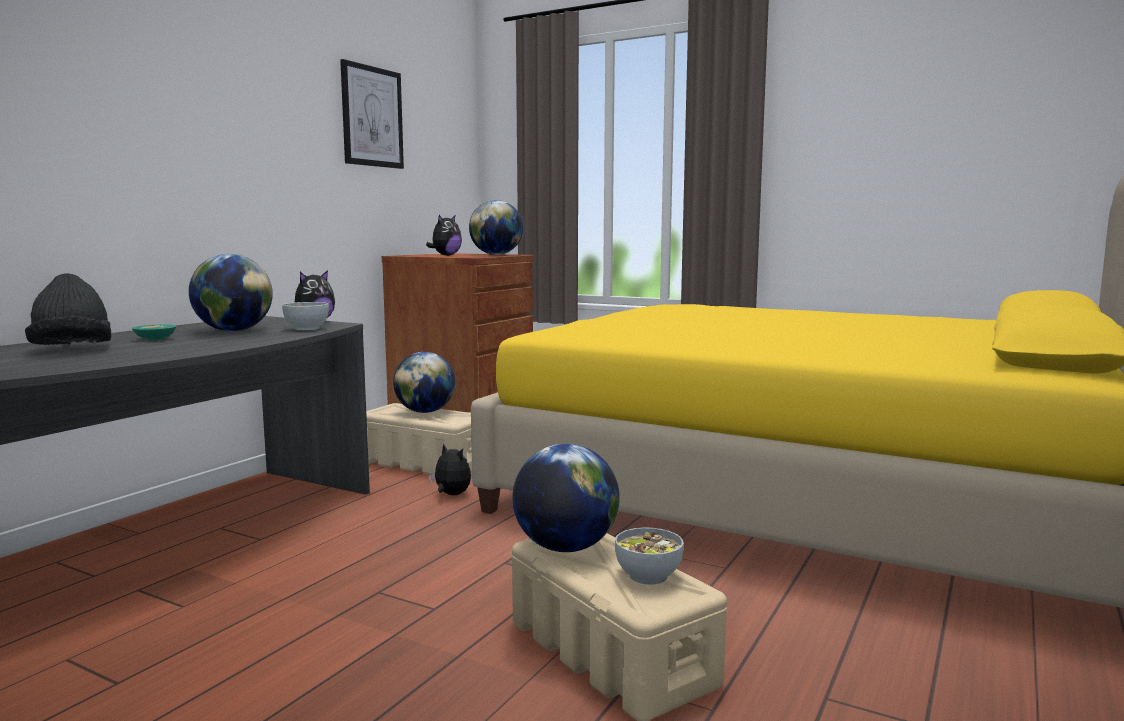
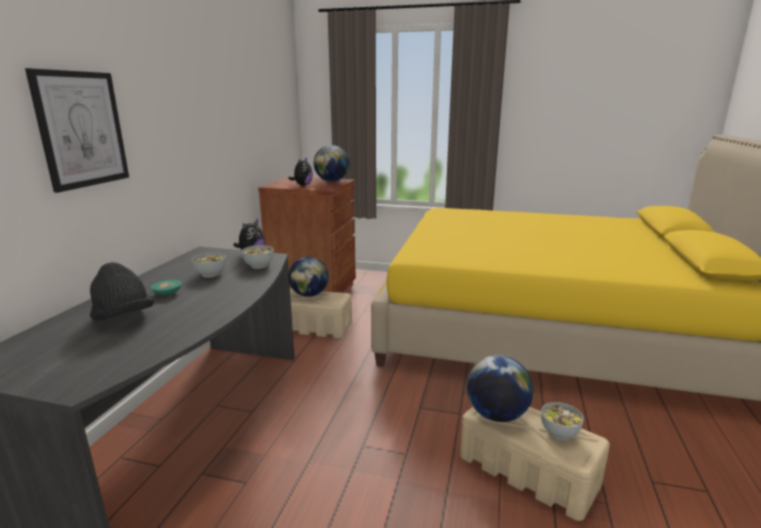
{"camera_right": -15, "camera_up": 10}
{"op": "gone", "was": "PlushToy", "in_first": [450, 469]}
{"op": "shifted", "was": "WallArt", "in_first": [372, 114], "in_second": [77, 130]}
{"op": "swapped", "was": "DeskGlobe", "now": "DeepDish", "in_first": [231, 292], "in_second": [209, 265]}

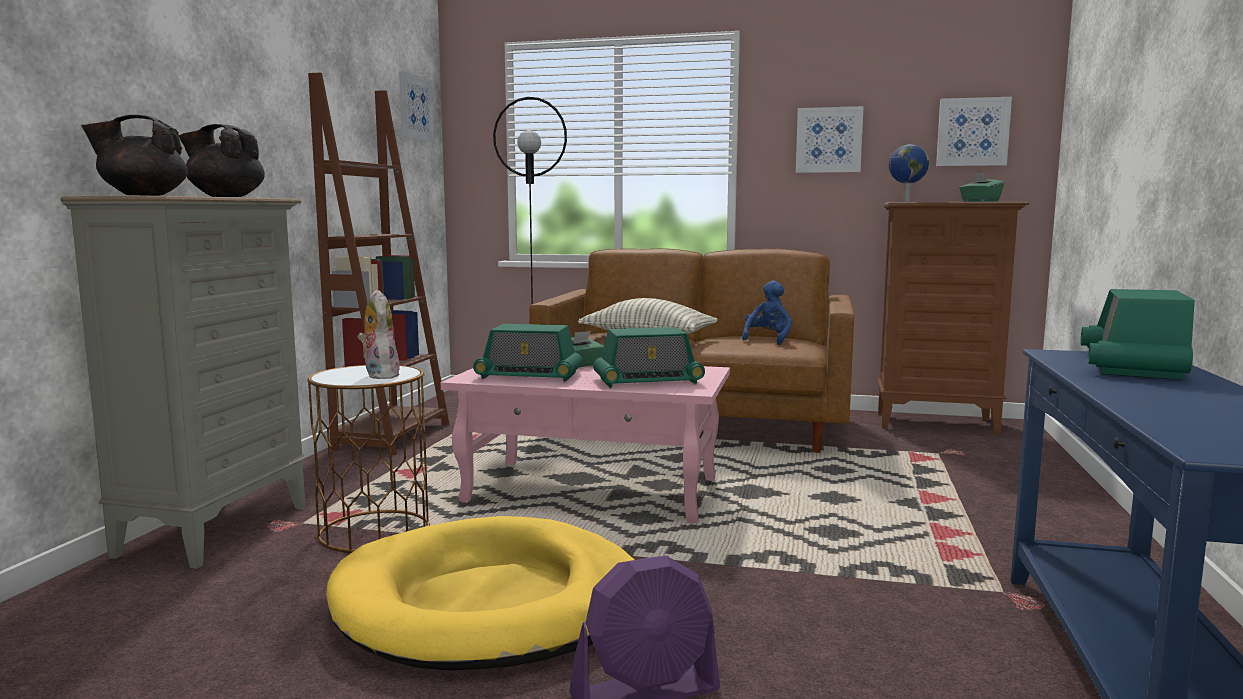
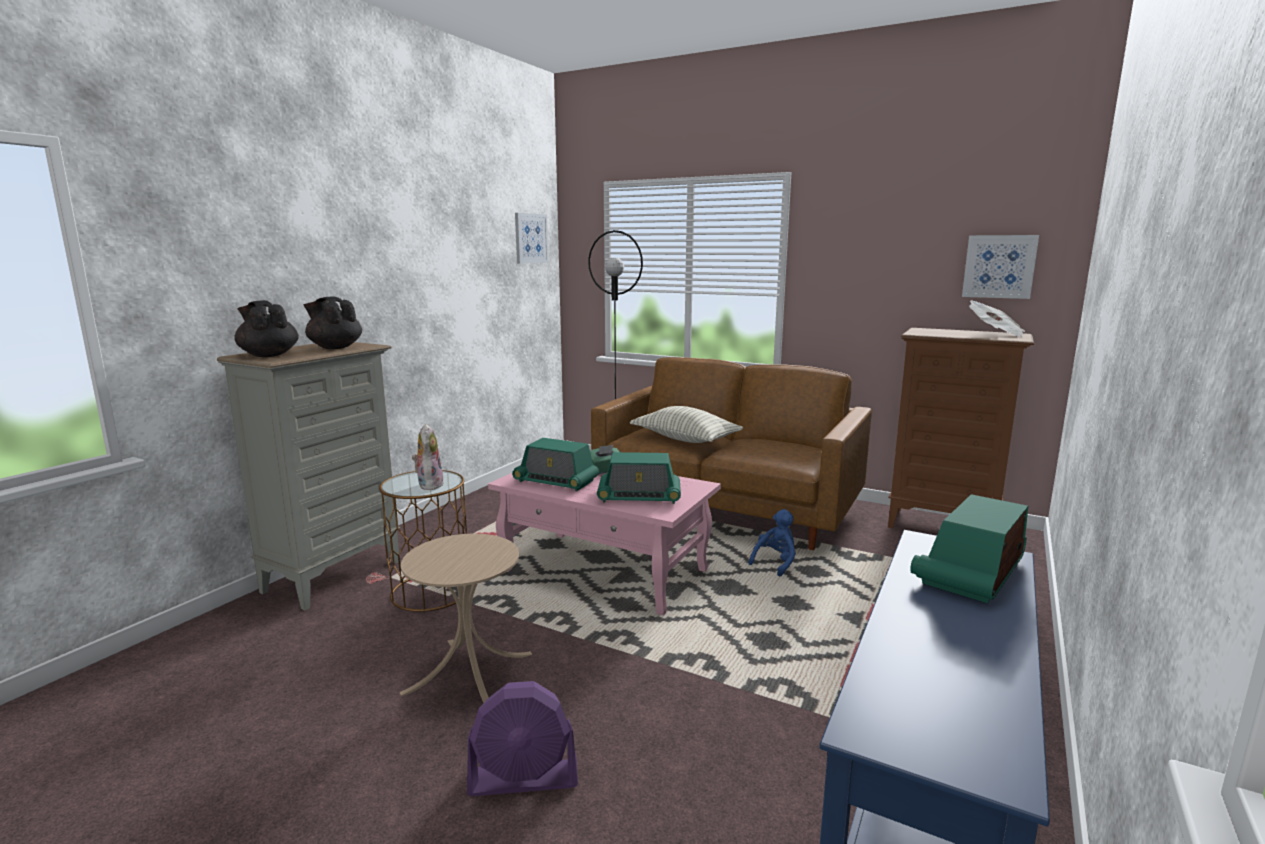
{"camera_right": 15, "camera_up": 5}
{"op": "gone", "was": "BrownShelvingUnit", "in_first": [379, 264]}
{"op": "gone", "was": "WallArt", "in_first": [830, 139]}
{"op": "gone", "was": "DeskGlobe", "in_first": [909, 173]}
{"op": "shifted", "was": "BluePlushToy", "in_first": [767, 312], "in_second": [772, 542]}
{"op": "swapped", "was": "YellowishDogCushion", "now": "SandColouredEndTable", "in_first": [480, 593], "in_second": [466, 618]}
{"op": "swapped", "was": "GreenColouredTissueBox", "now": "Newspaper", "in_first": [981, 187], "in_second": [997, 318]}
{"op": "rotated", "was": "BlackishTeapot", "in_first": [135, 155], "in_second": [266, 328], "clockwise": 45}

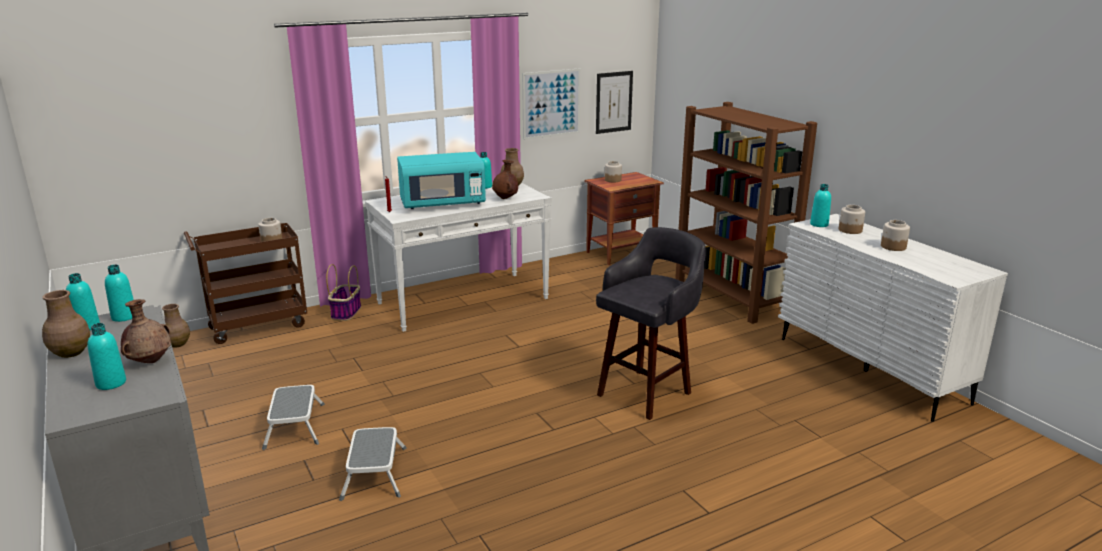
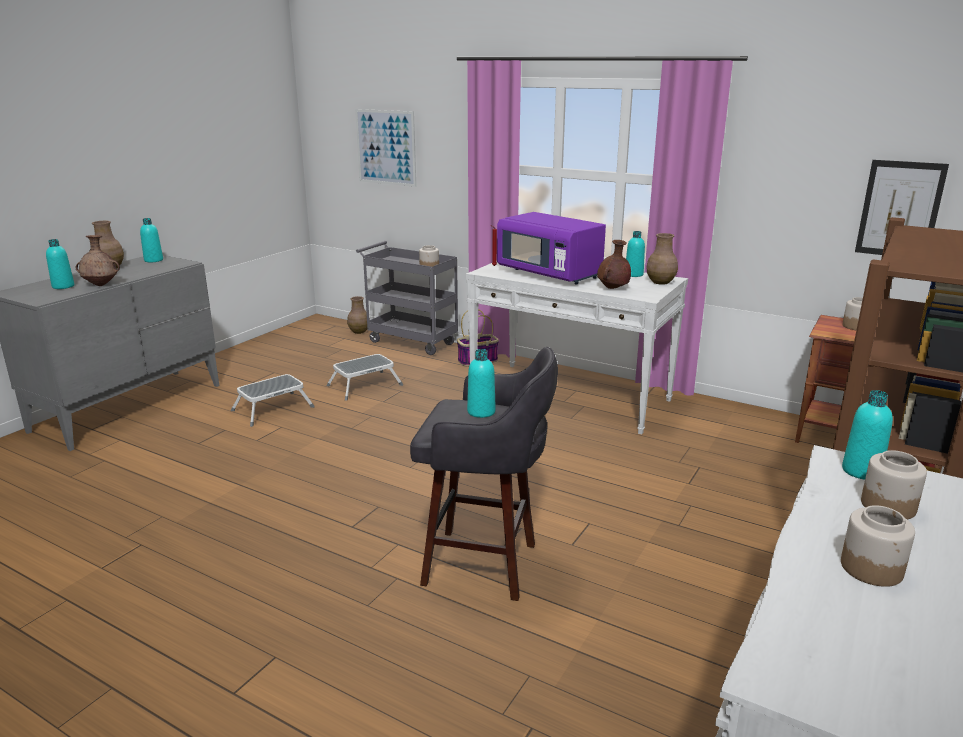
{"camera_right": 60, "camera_up": 0}
{"op": "shifted", "was": "BlueGreenDrinkBottle", "in_first": [119, 293], "in_second": [481, 383]}
{"op": "shifted", "was": "GreyishStepladder", "in_first": [373, 464], "in_second": [364, 377]}
{"op": "shifted", "was": "WallArt", "in_first": [551, 104], "in_second": [385, 148]}
{"op": "repainted", "was": "BrownTrolley", "now": "GreyishTrolley", "in_first": [245, 283], "in_second": [407, 298]}
{"op": "repainted", "was": "BlueGreenKitchenMicrowave", "now": "PurpleColouredKitchenMicrowave", "in_first": [441, 180], "in_second": [551, 248]}

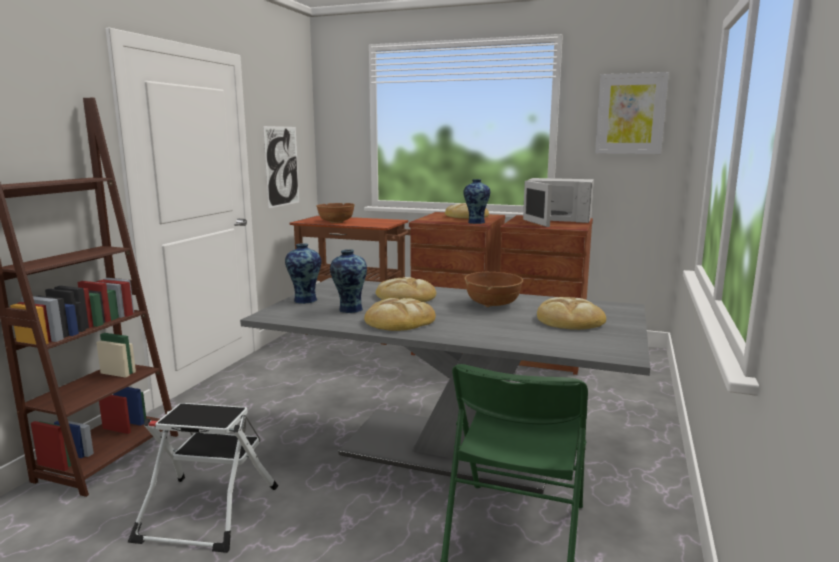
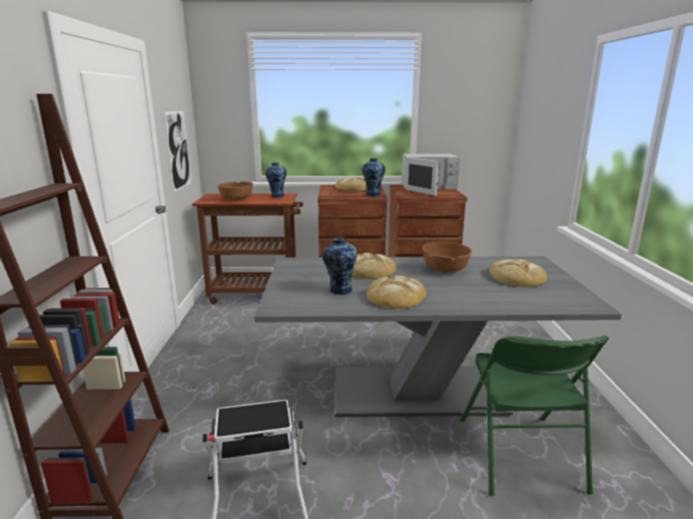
{"camera_right": -20, "camera_up": 5}
{"op": "gone", "was": "WallArt", "in_first": [632, 113]}
{"op": "shifted", "was": "Vase", "in_first": [303, 273], "in_second": [276, 180]}

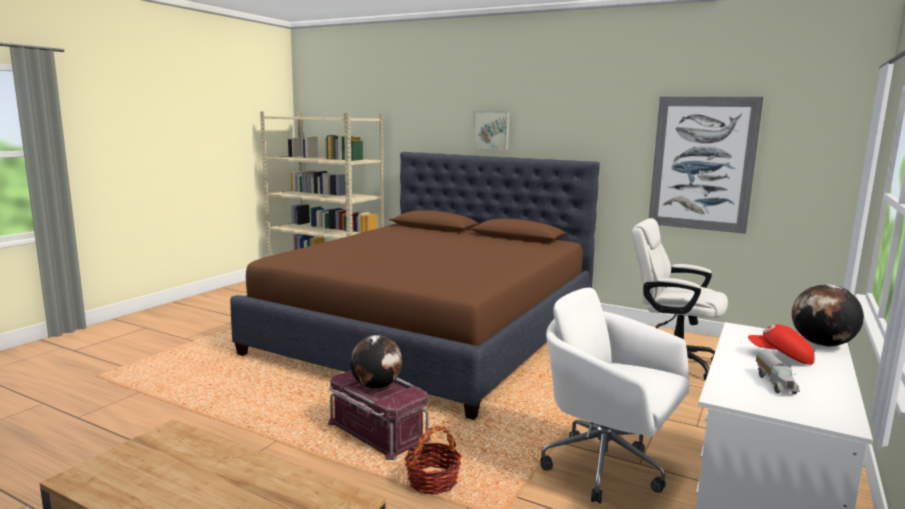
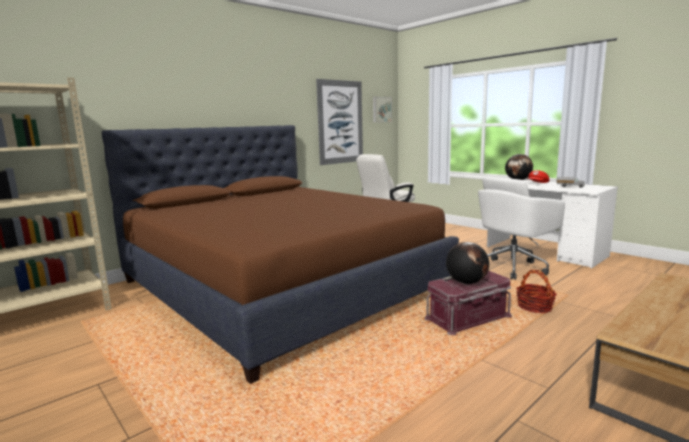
{"camera_right": -70, "camera_up": 0}
{"op": "shifted", "was": "WallArt", "in_first": [491, 130], "in_second": [382, 109]}

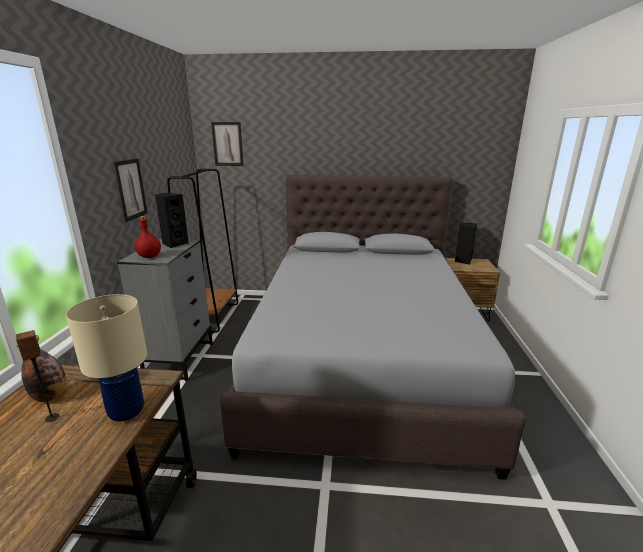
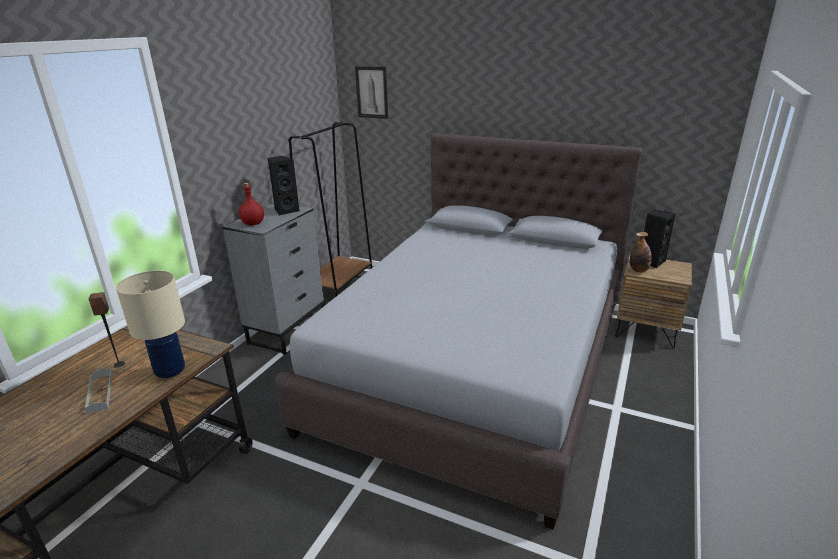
{"camera_right": 20, "camera_up": 5}
{"op": "gone", "was": "WallArt", "in_first": [131, 190]}
{"op": "new", "now": "GreyishTray", "in_second": [98, 391]}
{"op": "shifted", "was": "DrinkBottle", "in_first": [41, 368], "in_second": [641, 252]}

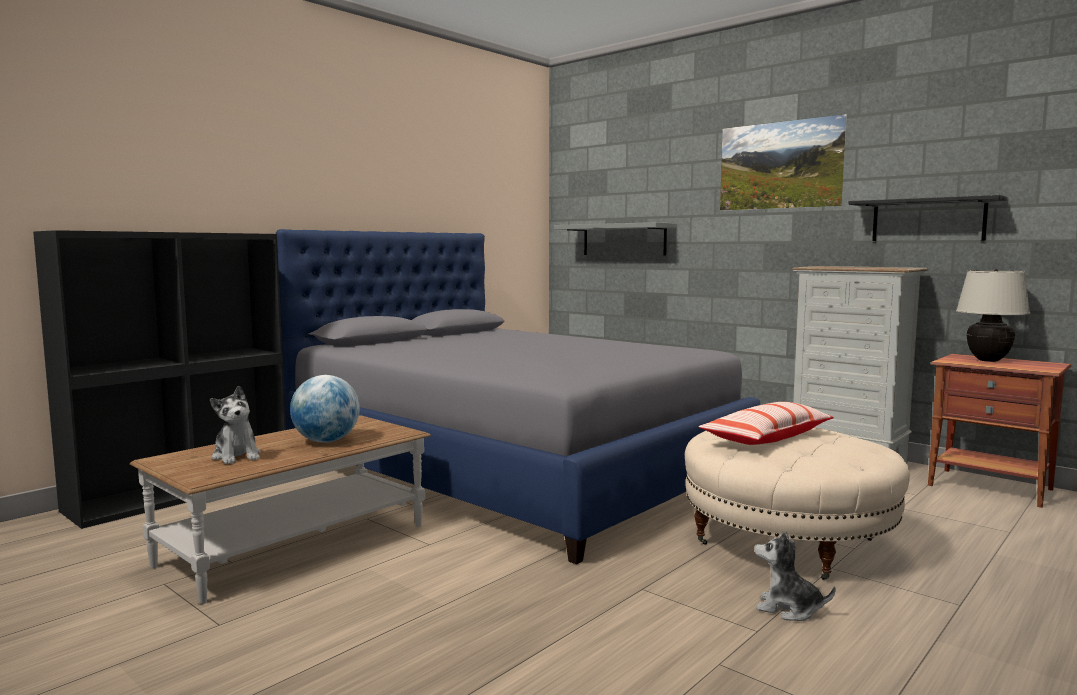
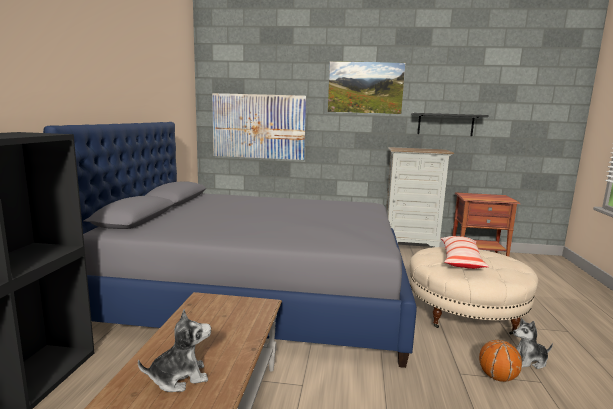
{"camera_right": -35, "camera_up": 5}
{"op": "gone", "was": "DeskGlobe", "in_first": [325, 409]}
{"op": "gone", "was": "SandColouredLampForATable", "in_first": [993, 315]}
{"op": "new", "now": "Basketball", "in_second": [500, 361]}
{"op": "swapped", "was": "GreyishWallShelf", "now": "WallArt", "in_first": [615, 239], "in_second": [259, 126]}
{"op": "rotated", "was": "PlushToy", "in_first": [235, 425], "in_second": [174, 350], "clockwise": -45}

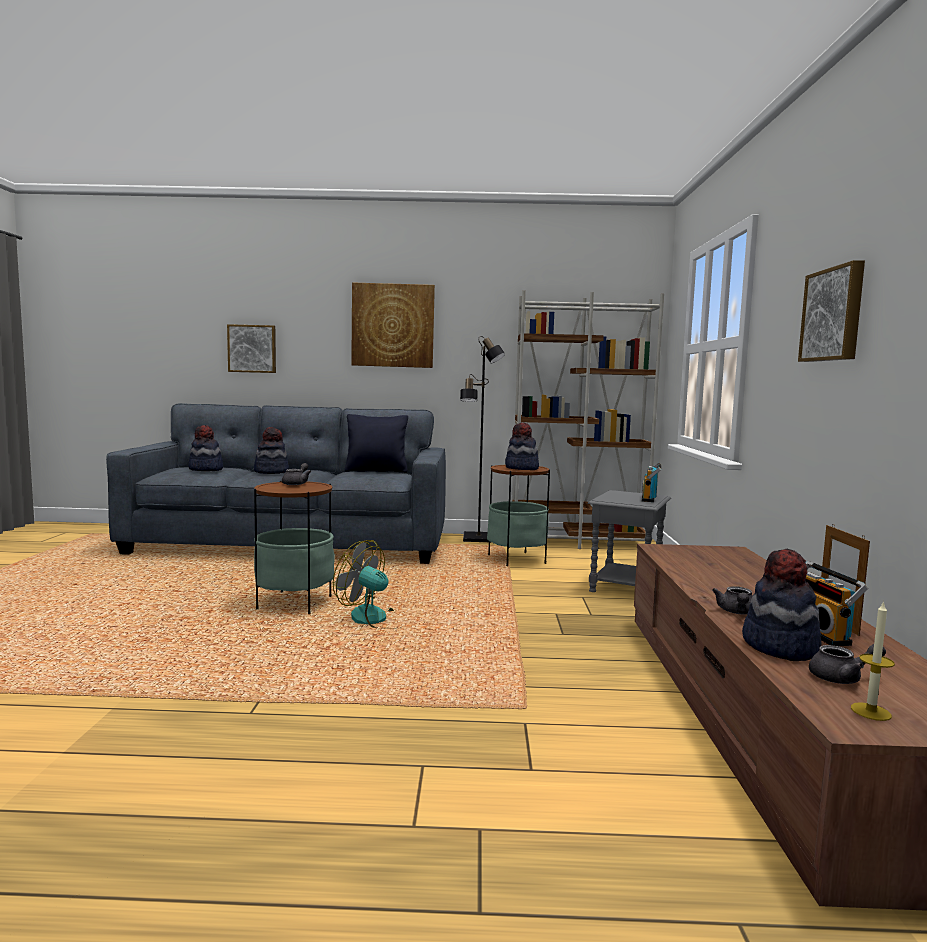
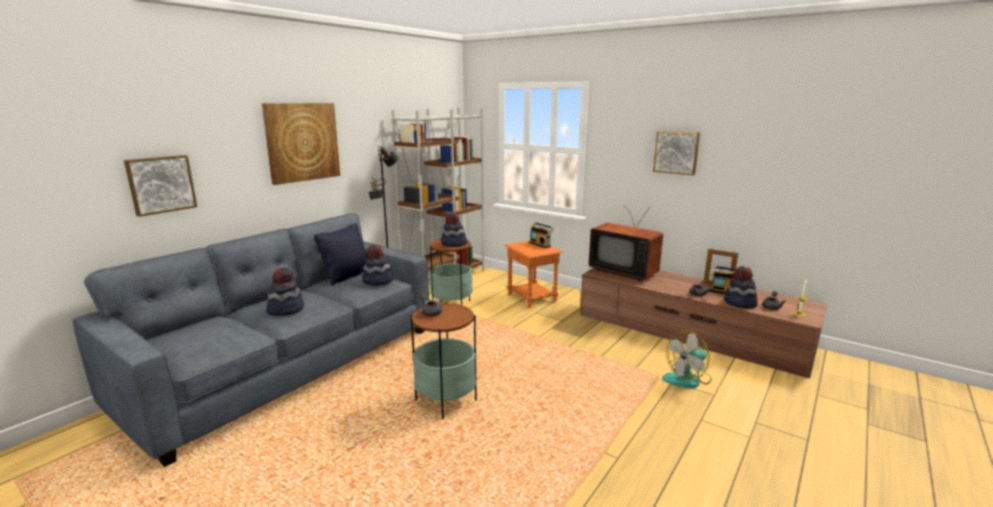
{"camera_right": -55, "camera_up": 10}
{"op": "new", "now": "TvSet", "in_second": [626, 243]}
{"op": "shifted", "was": "ClothingHat", "in_first": [205, 448], "in_second": [378, 265]}
{"op": "shifted", "was": "ElectricFan", "in_first": [367, 584], "in_second": [687, 359]}
{"op": "repainted", "was": "GreyishEndTable", "now": "OrangeColouredEndTable", "in_first": [629, 541], "in_second": [533, 274]}

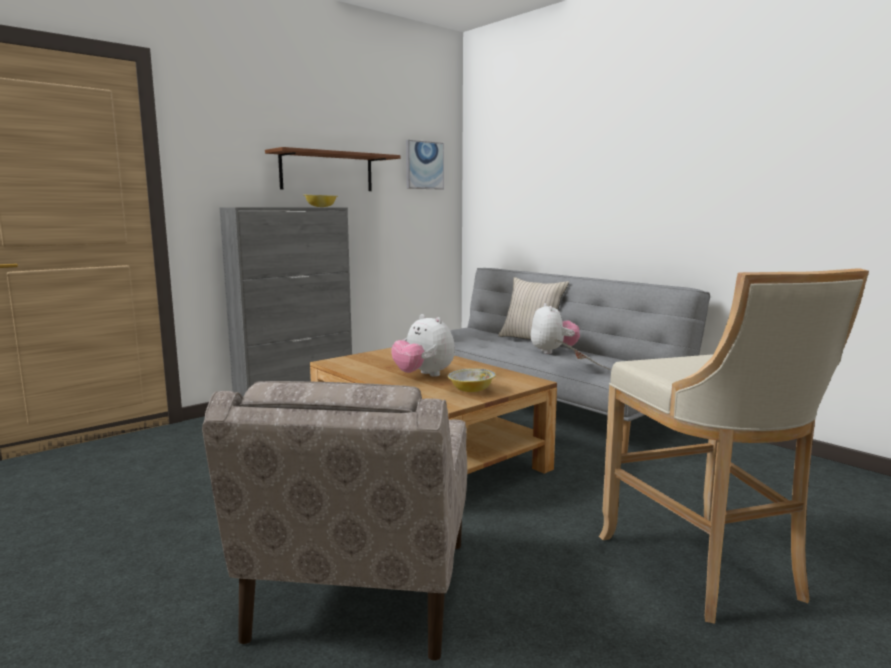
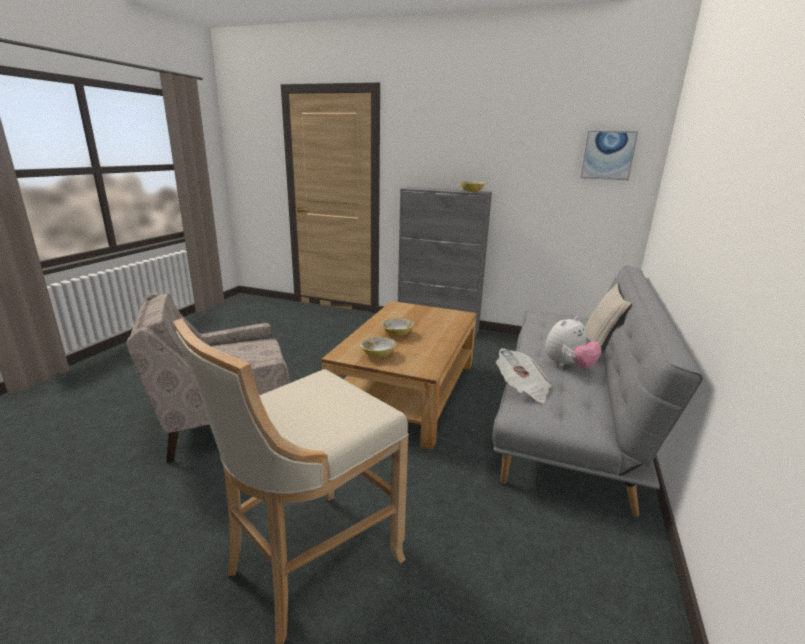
{"camera_right": 60, "camera_up": 10}
{"op": "gone", "was": "BrownWallShelf", "in_first": [333, 169]}
{"op": "swapped", "was": "PlushToy", "now": "DeepDish", "in_first": [423, 345], "in_second": [397, 327]}

